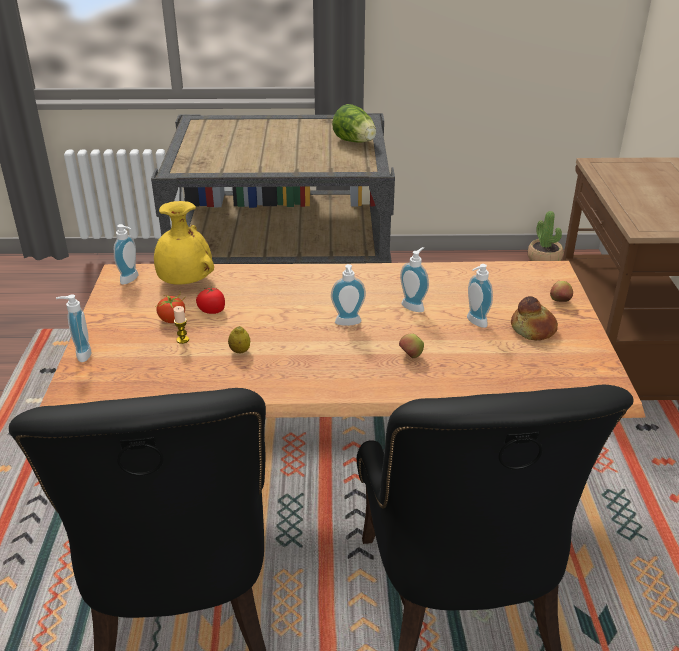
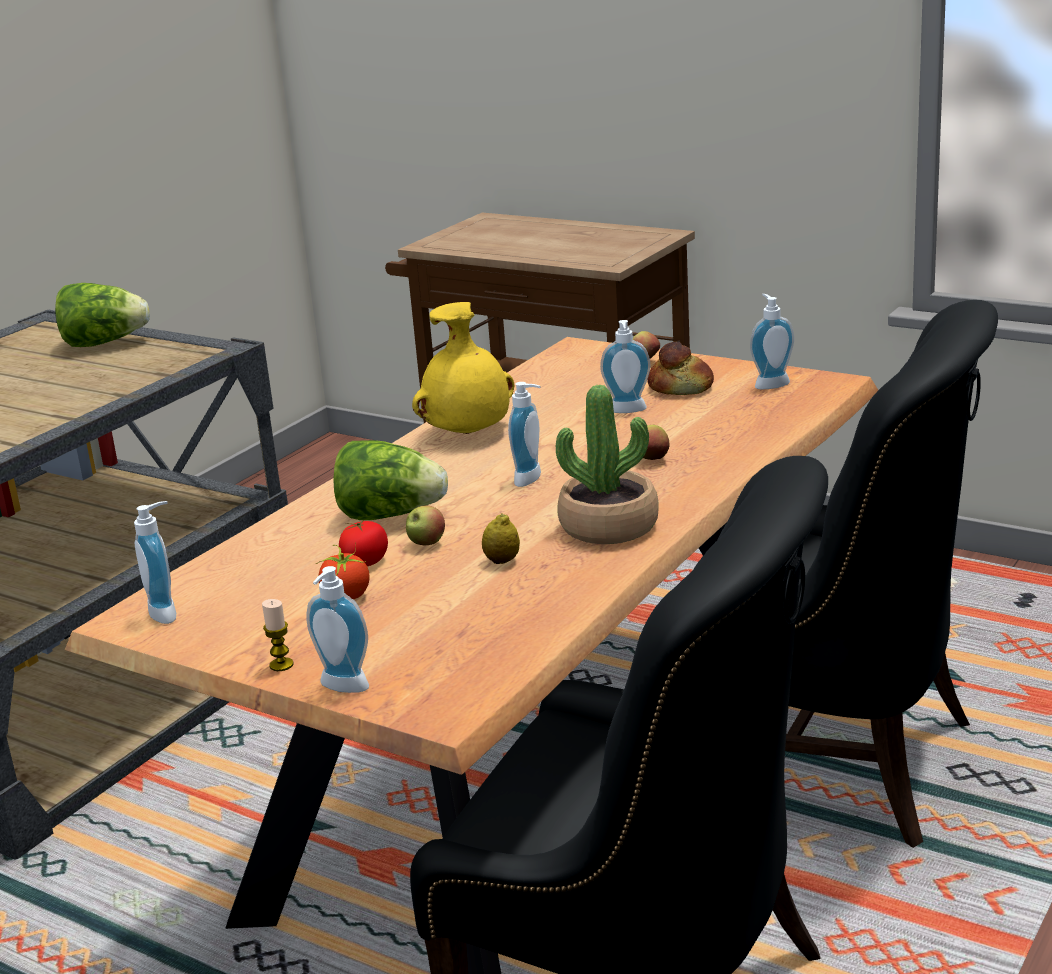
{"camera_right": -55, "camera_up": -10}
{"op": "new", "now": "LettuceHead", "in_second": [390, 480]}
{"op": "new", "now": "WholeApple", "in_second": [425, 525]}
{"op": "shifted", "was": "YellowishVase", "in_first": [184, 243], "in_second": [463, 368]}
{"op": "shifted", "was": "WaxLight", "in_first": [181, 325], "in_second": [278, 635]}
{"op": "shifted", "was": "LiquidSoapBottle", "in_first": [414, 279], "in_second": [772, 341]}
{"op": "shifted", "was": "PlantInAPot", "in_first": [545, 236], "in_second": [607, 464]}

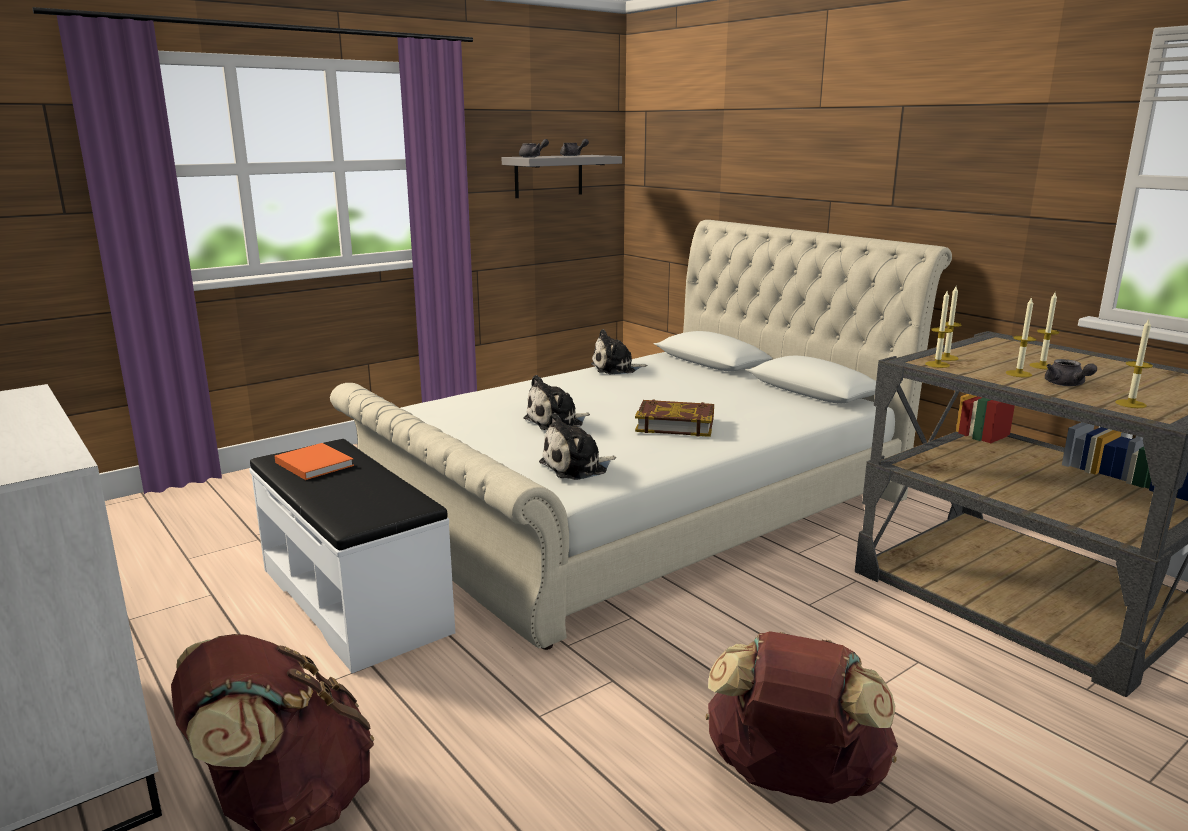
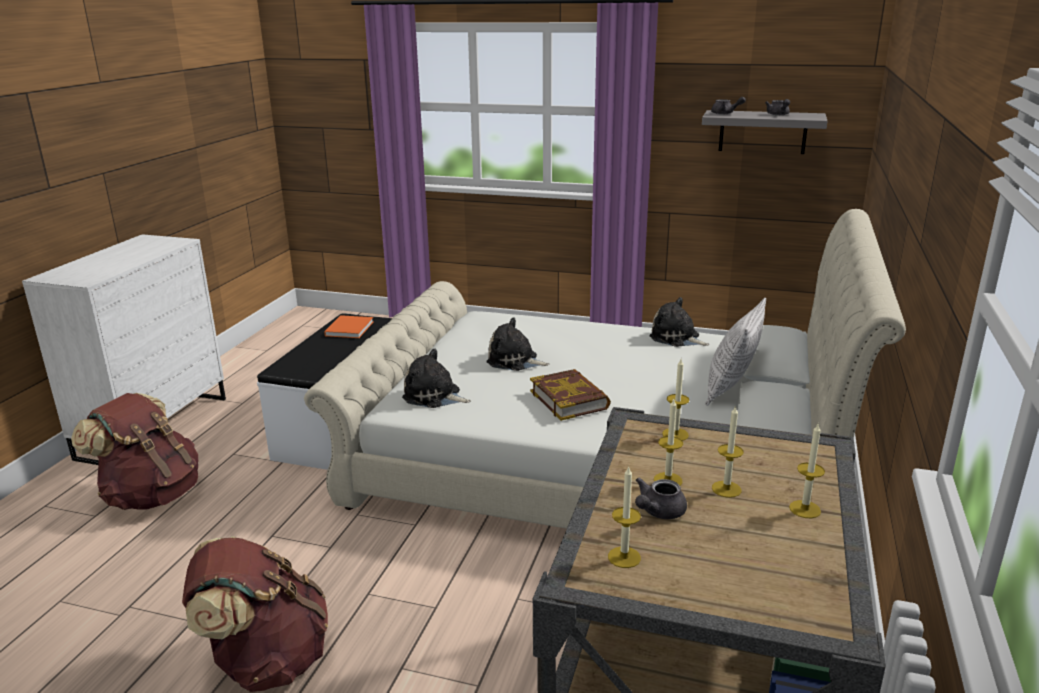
{"camera_right": 55, "camera_up": 5}
{"op": "new", "now": "Cushion", "in_second": [735, 352]}
{"op": "shifted", "was": "WaxLight", "in_first": [939, 329], "in_second": [807, 471]}

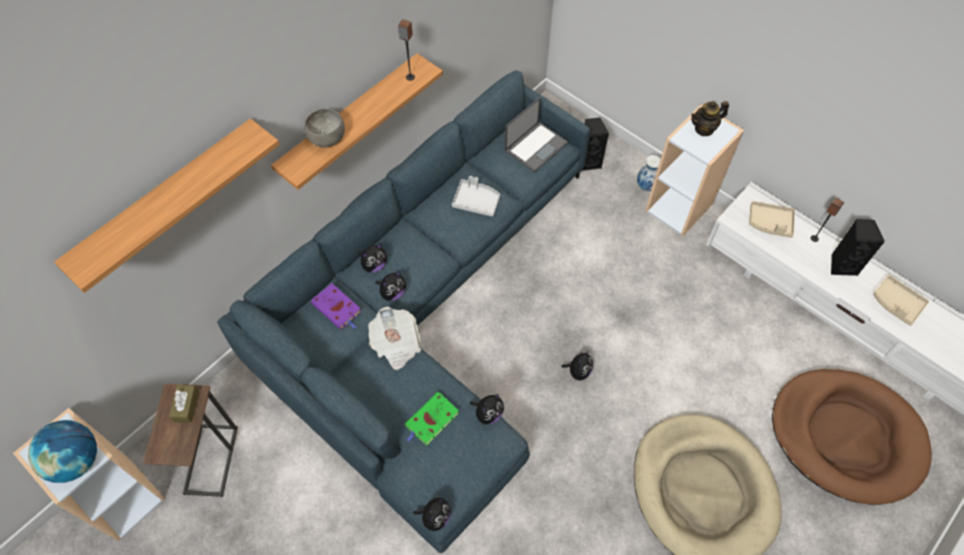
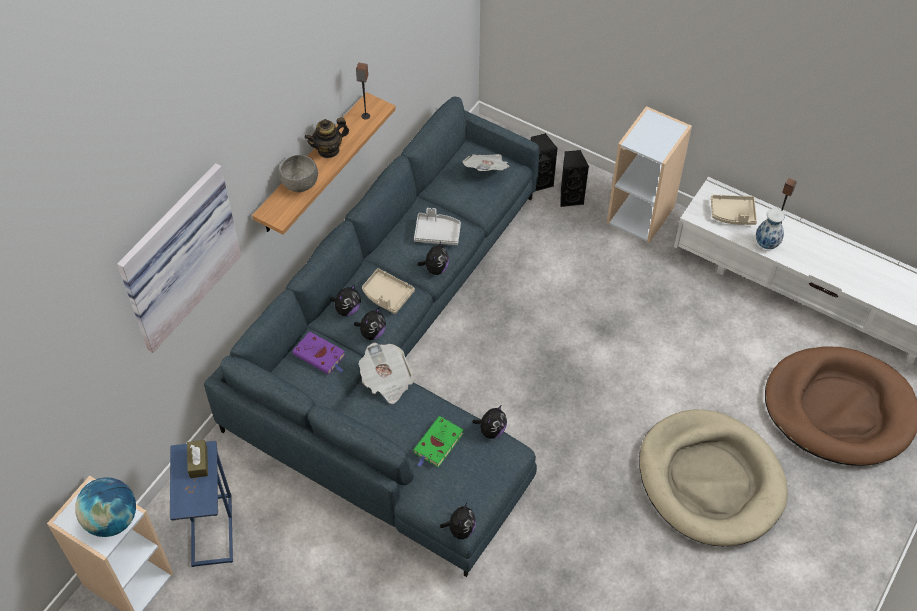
{"camera_right": -10, "camera_up": -5}
{"op": "shifted", "was": "PlushToy", "in_first": [577, 365], "in_second": [433, 258]}
{"op": "shifted", "was": "Vase", "in_first": [649, 173], "in_second": [770, 228]}
{"op": "shifted", "was": "Teapot", "in_first": [710, 118], "in_second": [326, 137]}
{"op": "shifted", "was": "BlackishSpeaker", "in_first": [858, 247], "in_second": [574, 178]}
{"op": "shifted", "was": "SandColouredTray", "in_first": [901, 300], "in_second": [388, 291]}
{"op": "swapped", "was": "WallShelf", "now": "WallArt", "in_first": [167, 205], "in_second": [179, 258]}
{"op": "swapped", "was": "Laptop", "now": "Newspaper", "in_first": [536, 135], "in_second": [486, 162]}
{"op": "repainted", "was": "BrownEndTable", "now": "BlueEndTable", "in_first": [190, 440], "in_second": [201, 504]}

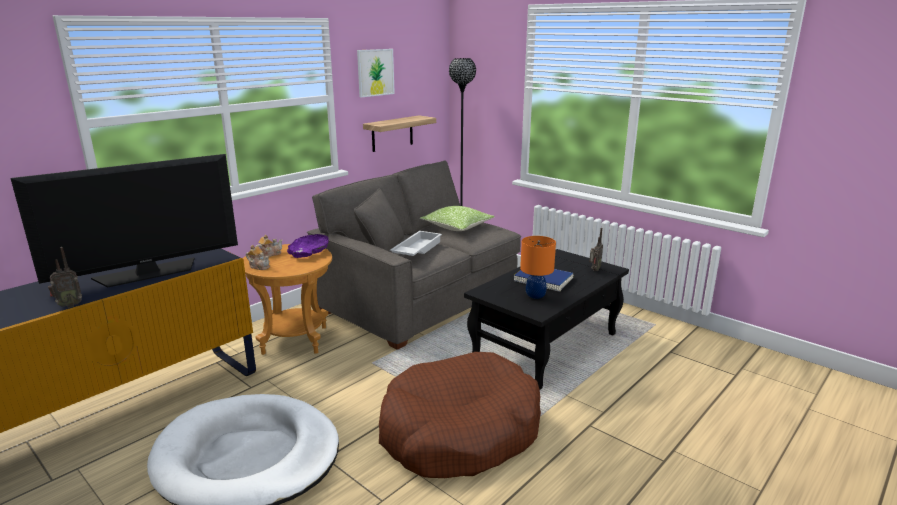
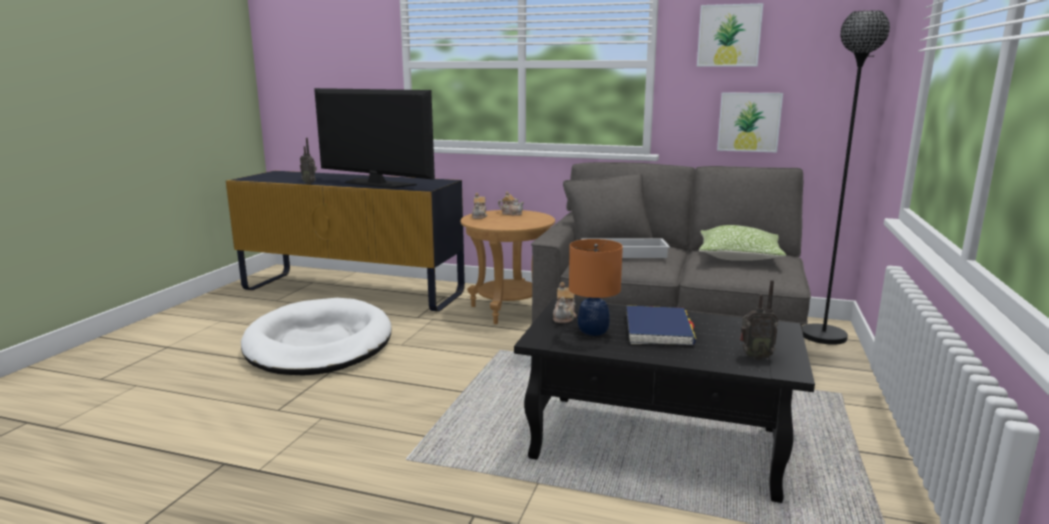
{"camera_right": 65, "camera_up": -5}
{"op": "gone", "was": "PurpleColouredDeepDish", "in_first": [308, 246]}
{"op": "gone", "was": "BrownDogCushion", "in_first": [460, 415]}
{"op": "new", "now": "Teapot", "in_second": [565, 302]}
{"op": "swapped", "was": "WallShelf", "now": "WallArt", "in_first": [399, 133], "in_second": [750, 122]}

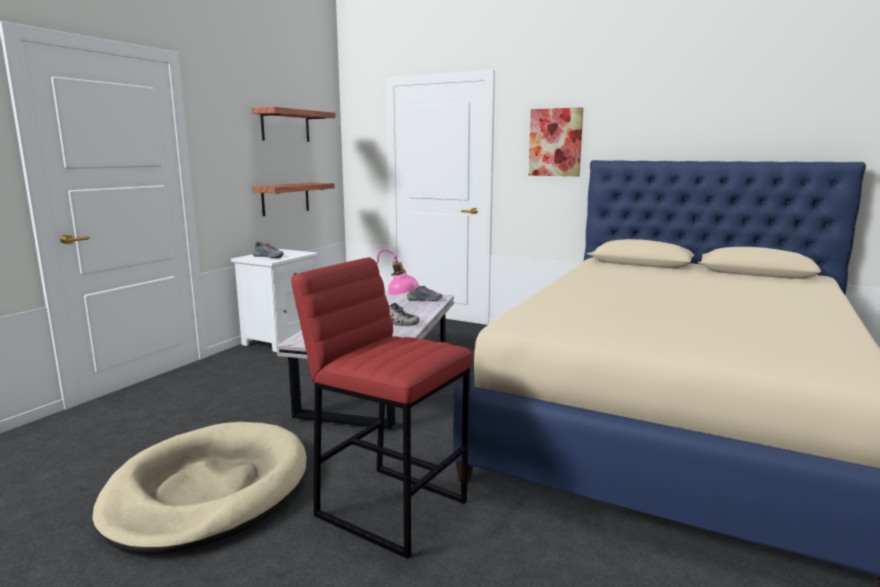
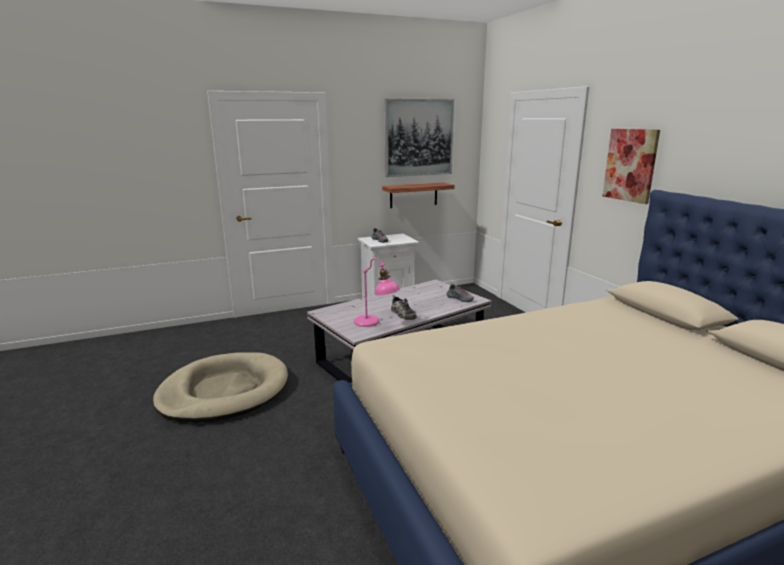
{"camera_right": 40, "camera_up": 5}
{"op": "gone", "was": "ReddishStool", "in_first": [382, 408]}
{"op": "swapped", "was": "WallShelf", "now": "WallArt", "in_first": [294, 124], "in_second": [419, 138]}

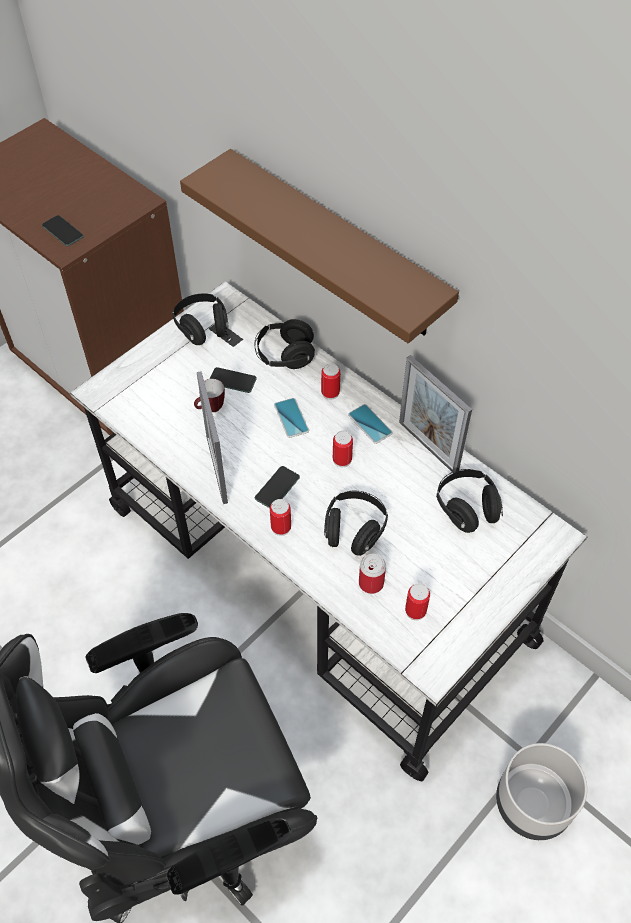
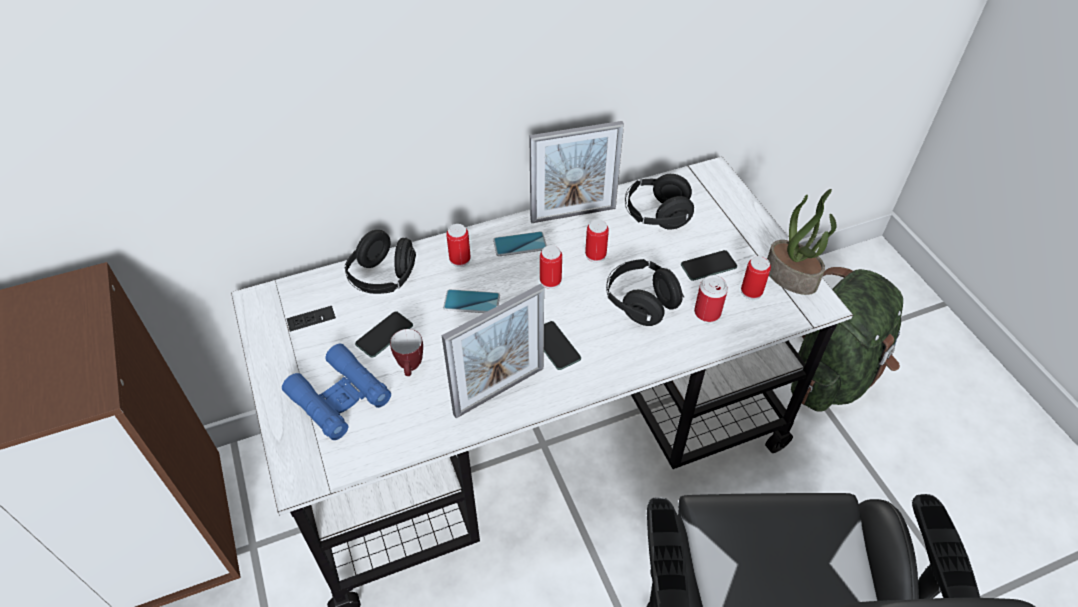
{"camera_right": -65, "camera_up": -5}
{"op": "gone", "was": "BlackishHeadphones", "in_first": [200, 319]}
{"op": "gone", "was": "BrownWallShelf", "in_first": [319, 246]}
{"op": "new", "now": "BluePairOfBinoculars", "in_second": [336, 392]}
{"op": "new", "now": "PlantInAPot", "in_second": [802, 242]}
{"op": "shifted", "was": "Phone", "in_first": [63, 230], "in_second": [709, 265]}
{"op": "shifted", "was": "SealedCan", "in_first": [280, 517], "in_second": [597, 241]}
{"op": "swapped", "was": "GreyishPlantPot", "now": "GreenColouredKnapsack", "in_first": [541, 791], "in_second": [847, 339]}
{"op": "rotated", "was": "PictureFrame", "in_first": [212, 437], "in_second": [493, 351], "clockwise": -45}

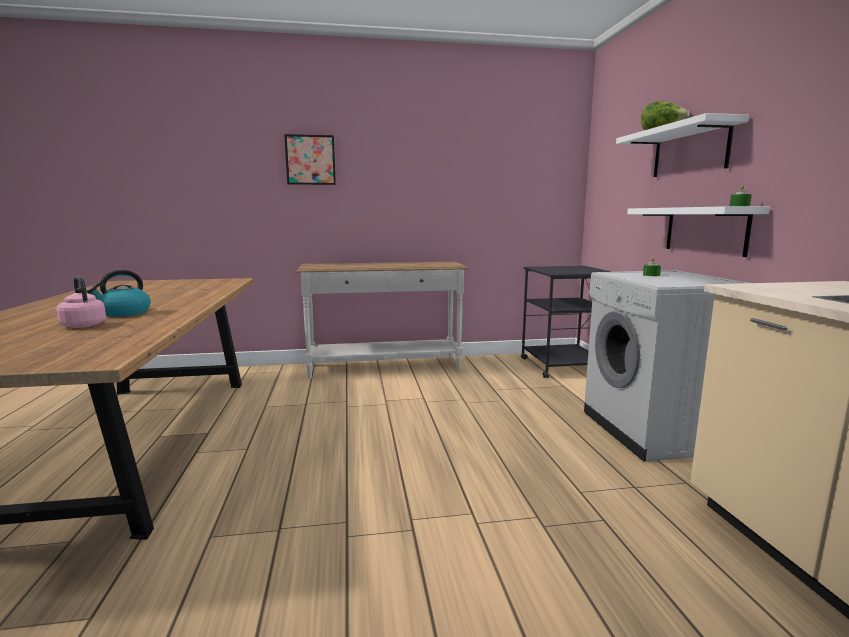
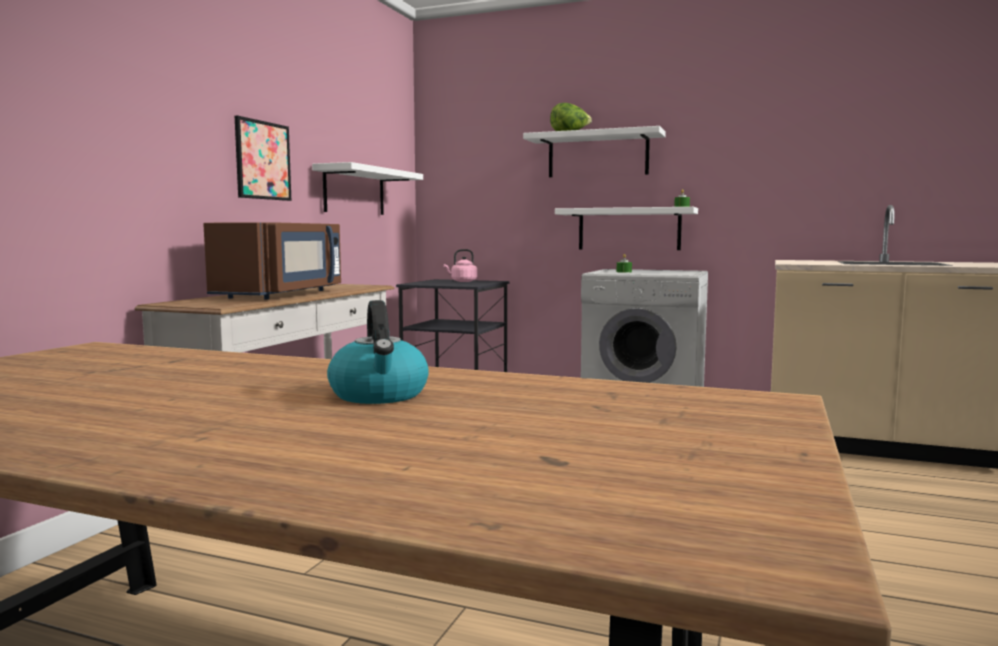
{"camera_right": -60, "camera_up": -5}
{"op": "new", "now": "BrownKitchenMicrowave", "in_second": [272, 261]}
{"op": "new", "now": "WhiteWallShelf", "in_second": [367, 188]}
{"op": "shifted", "was": "PinkColouredTeaKettle", "in_first": [81, 302], "in_second": [460, 265]}
{"op": "shifted", "was": "WallArt", "in_first": [310, 159], "in_second": [263, 158]}

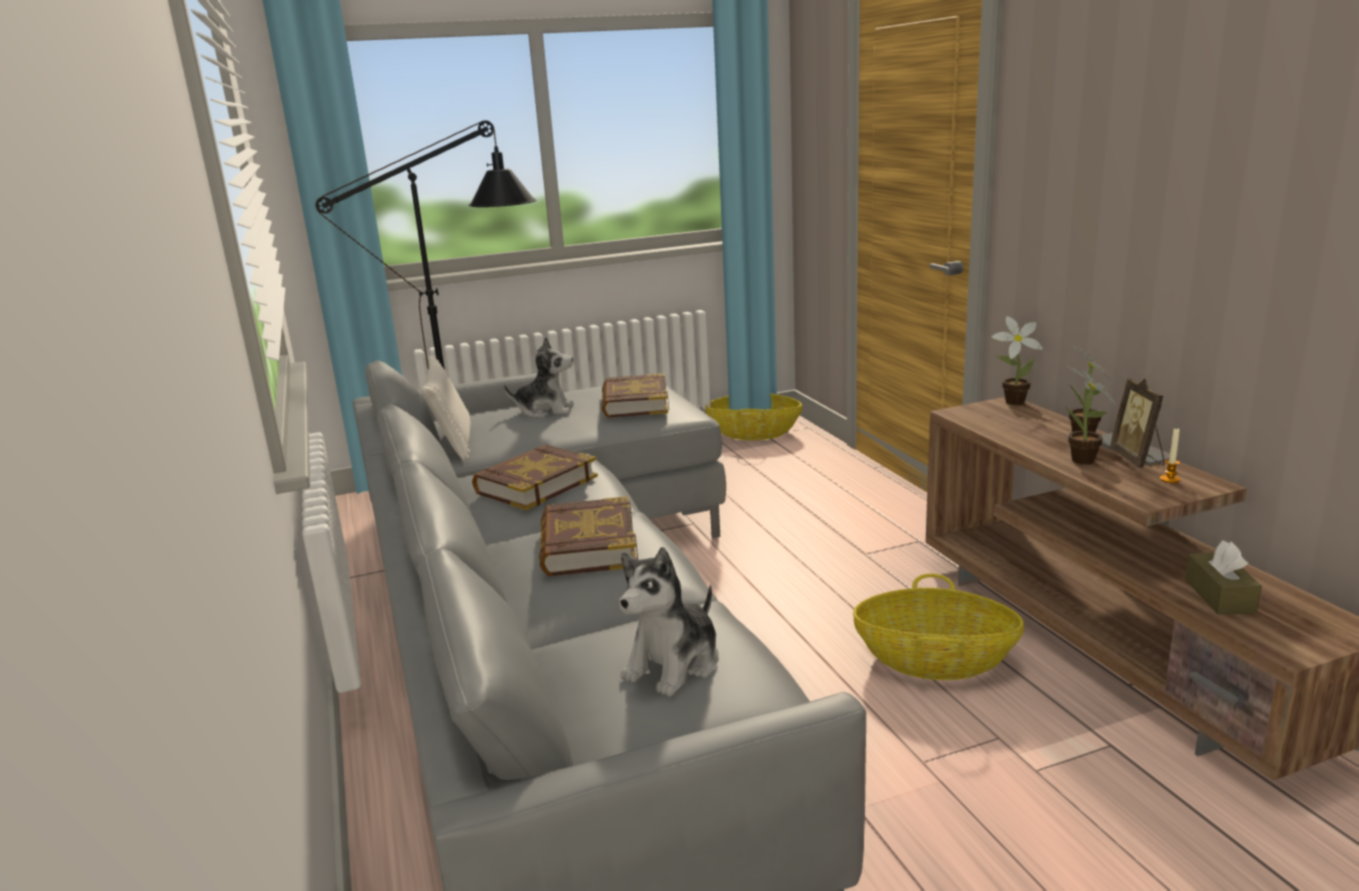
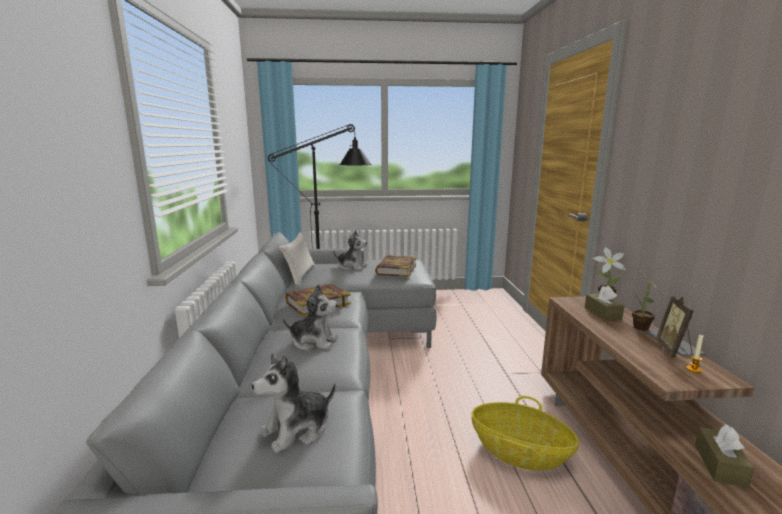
{"camera_right": 15, "camera_up": -5}
{"op": "gone", "was": "HouseholdBasket", "in_first": [753, 417]}
{"op": "gone", "was": "PlantInAPot", "in_first": [1091, 415]}
{"op": "new", "now": "BrownTissueBox", "in_second": [604, 303]}
{"op": "swapped", "was": "BoundBook", "now": "PlushToy", "in_first": [588, 536], "in_second": [310, 317]}

